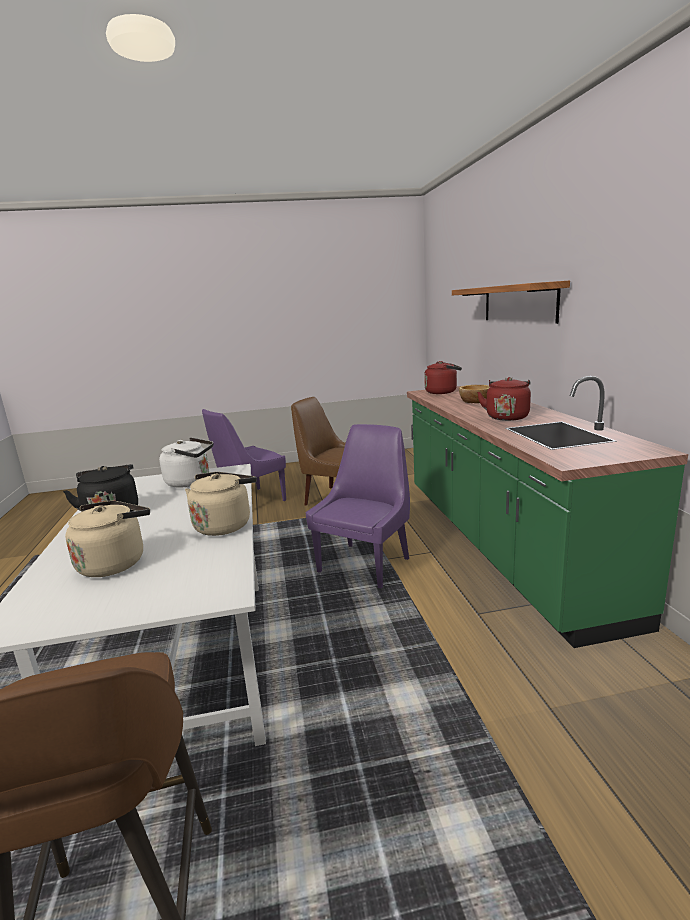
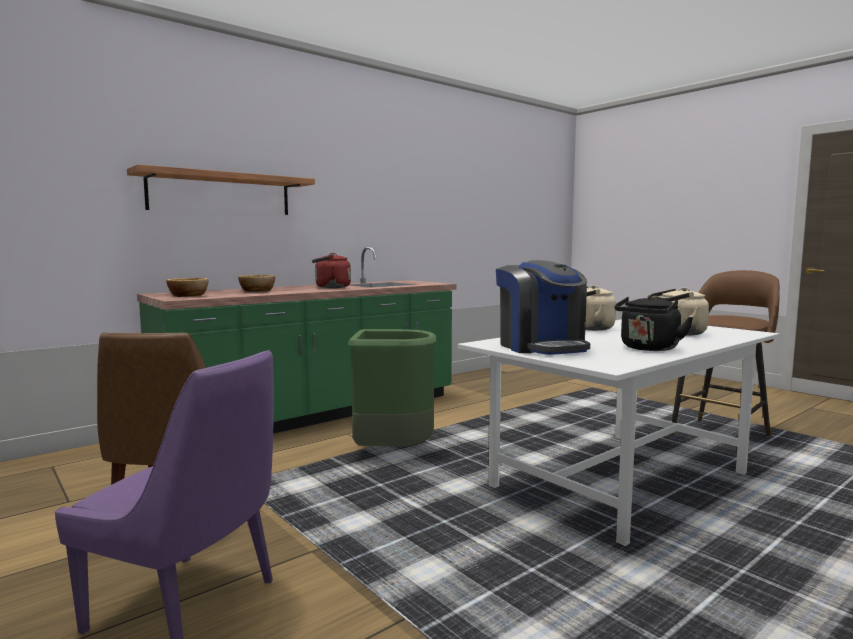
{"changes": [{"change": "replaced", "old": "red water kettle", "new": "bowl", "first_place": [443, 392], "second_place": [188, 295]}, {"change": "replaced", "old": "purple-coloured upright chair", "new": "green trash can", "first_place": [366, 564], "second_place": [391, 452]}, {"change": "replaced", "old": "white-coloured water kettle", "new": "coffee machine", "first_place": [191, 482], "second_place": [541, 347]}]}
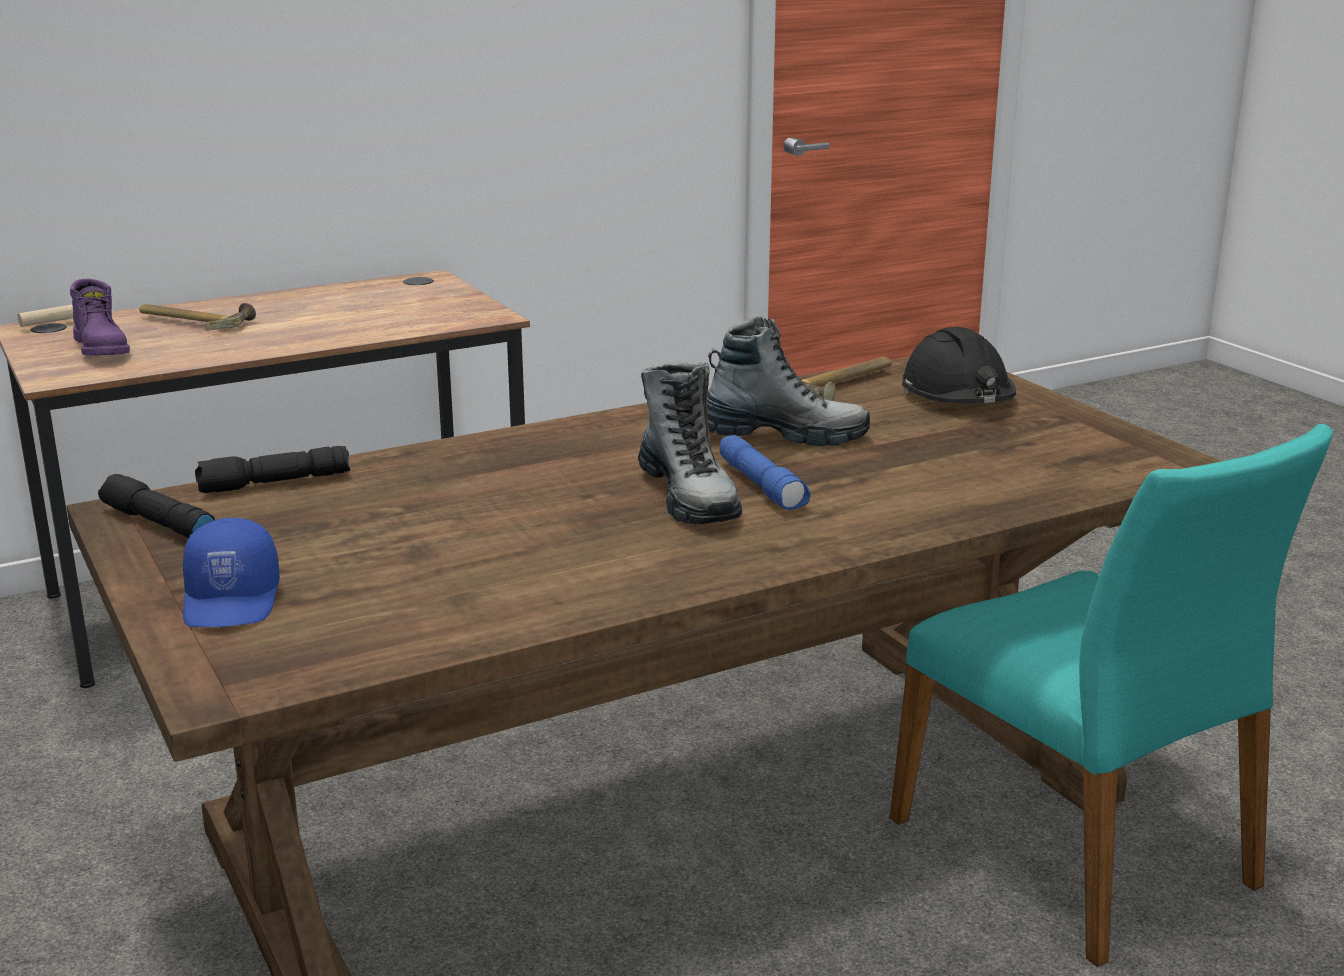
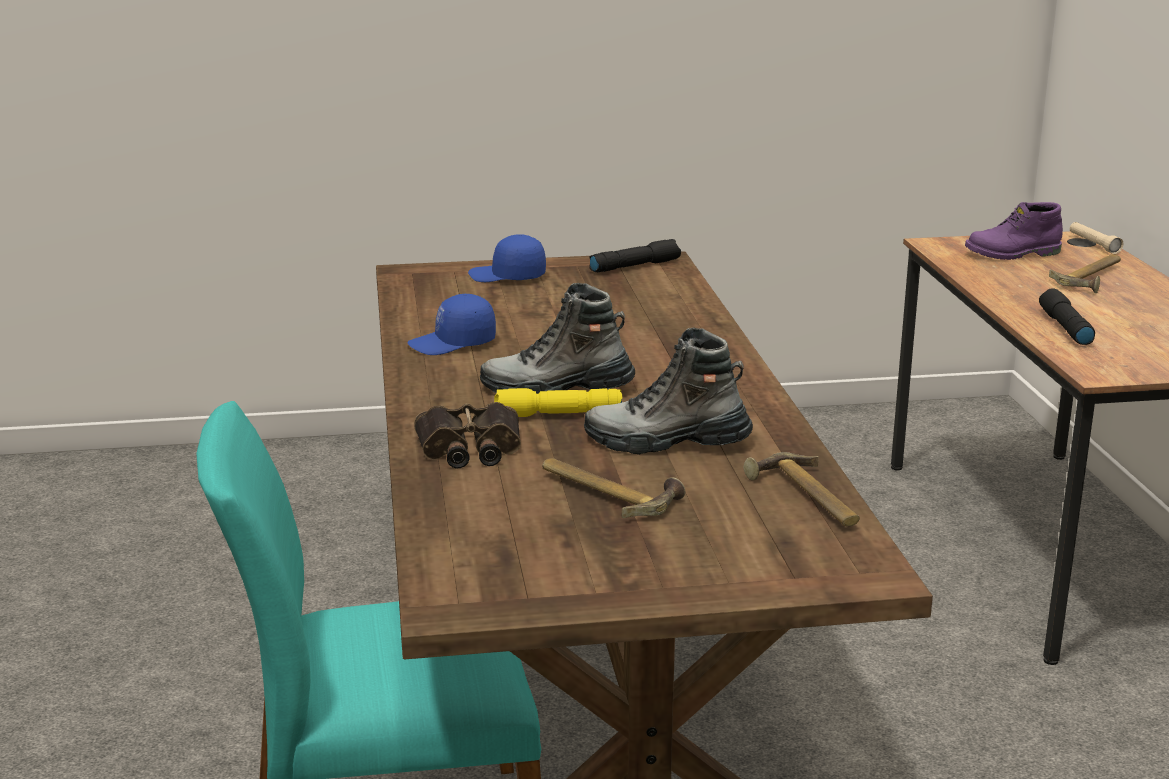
{"changes": [{"change": "added", "new": "blue-coloured peaked cap", "second_place": [453, 344]}, {"change": "added", "new": "field glasses", "second_place": [469, 449]}, {"change": "recoloured", "old": "blue-coloured hand torch", "new": "yellowish hand torch", "first_place": [763, 486], "second_place": [556, 415]}, {"change": "added", "new": "hammer", "second_place": [608, 492]}, {"change": "turned", "old": "boot", "first_place": [782, 436], "second_place": [667, 442], "degrees": 75}, {"change": "moved", "old": "blackish hand torch", "first_place": [273, 484], "second_place": [1064, 328]}, {"change": "removed", "old": "blackish work helmet", "first_place": [958, 395]}]}
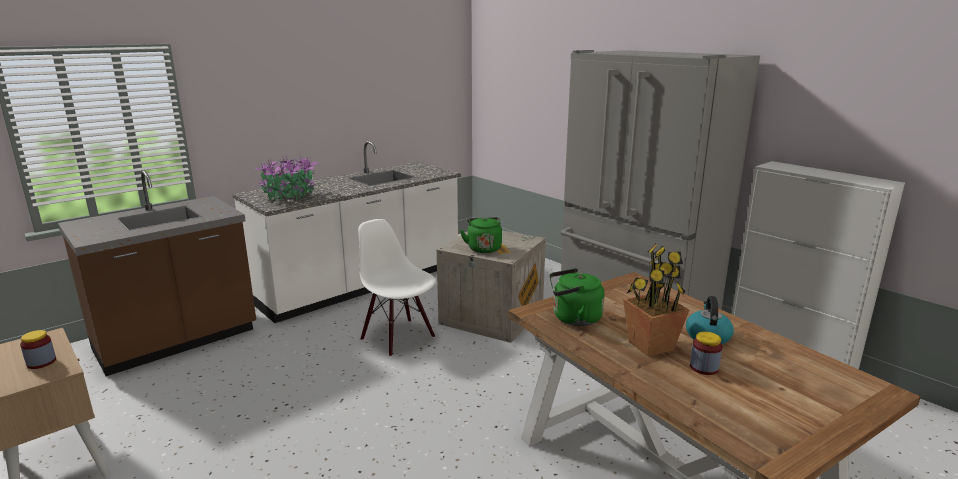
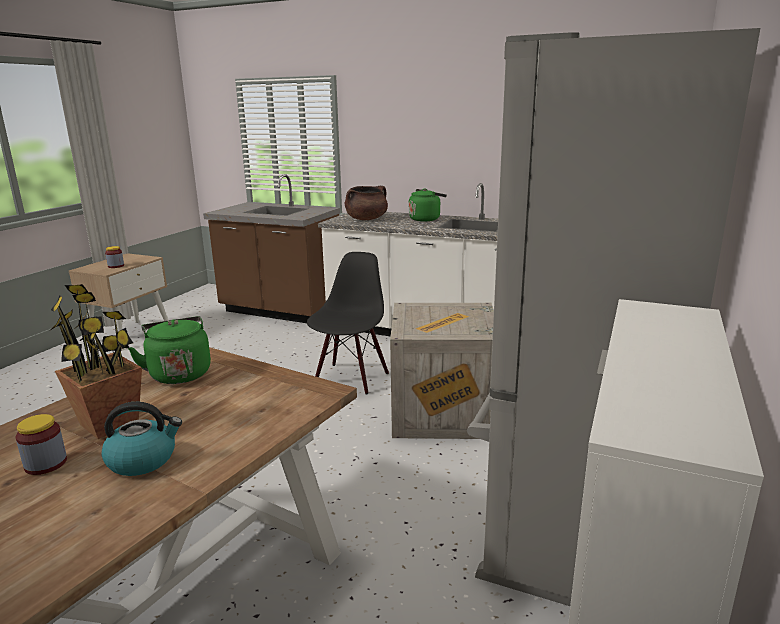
{"changes": [{"change": "recoloured", "old": "white-coloured upright chair", "new": "blackish upright chair", "first_place": [398, 337], "second_place": [350, 378]}, {"change": "replaced", "old": "plant in a pot", "new": "brown-coloured cooking pot", "first_place": [290, 196], "second_place": [366, 219]}, {"change": "moved", "old": "green water kettle", "first_place": [483, 248], "second_place": [426, 219]}]}
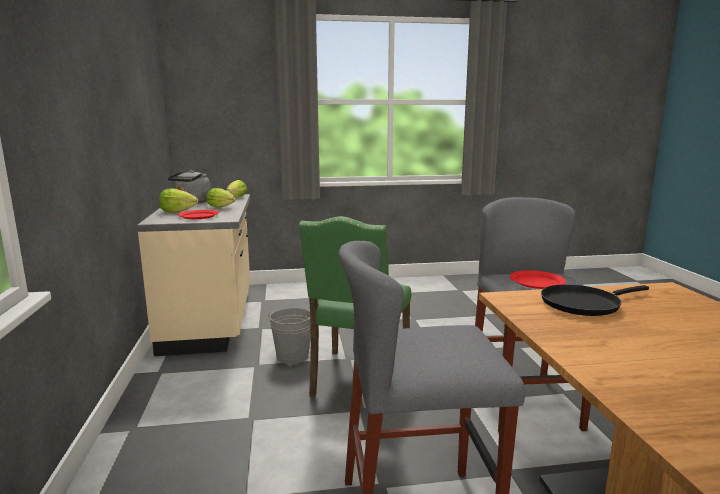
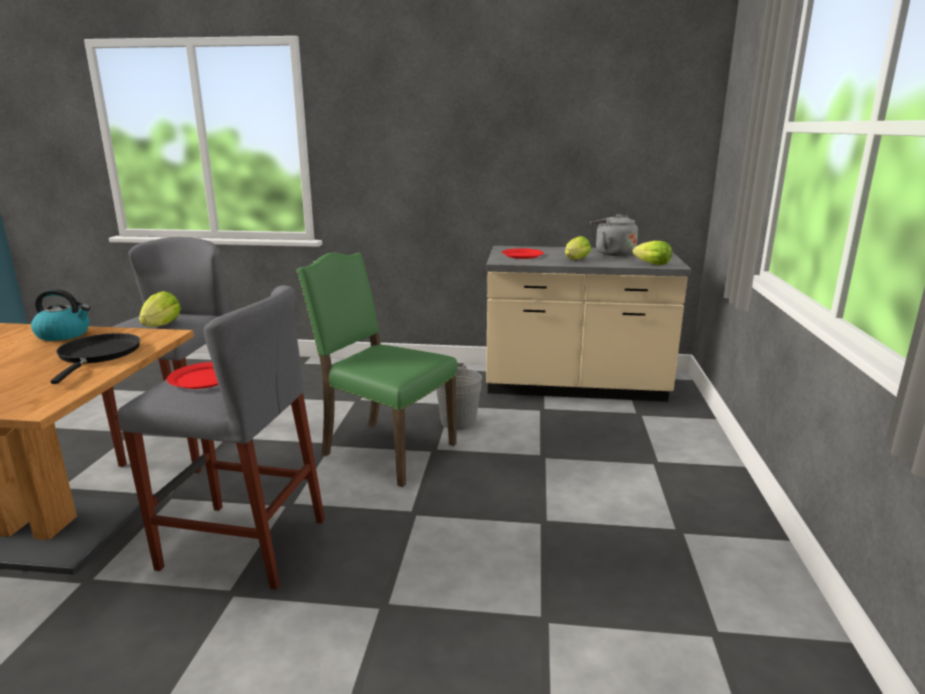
{"changes": [{"change": "added", "new": "water kettle", "second_place": [64, 334]}, {"change": "moved", "old": "lettuce head", "first_place": [177, 211], "second_place": [161, 326]}]}
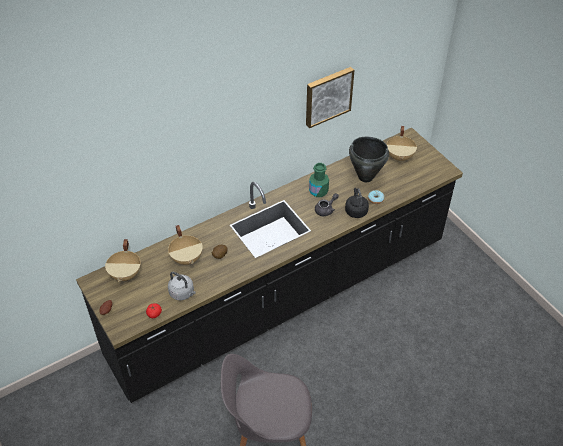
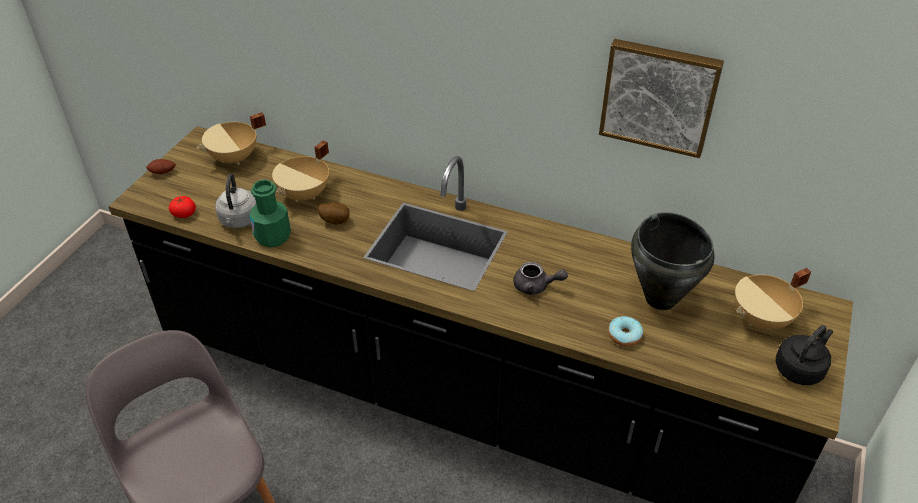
{"changes": [{"change": "moved", "old": "green beverage bottle", "first_place": [318, 191], "second_place": [273, 236]}, {"change": "moved", "old": "blackish water kettle", "first_place": [356, 210], "second_place": [800, 368]}]}
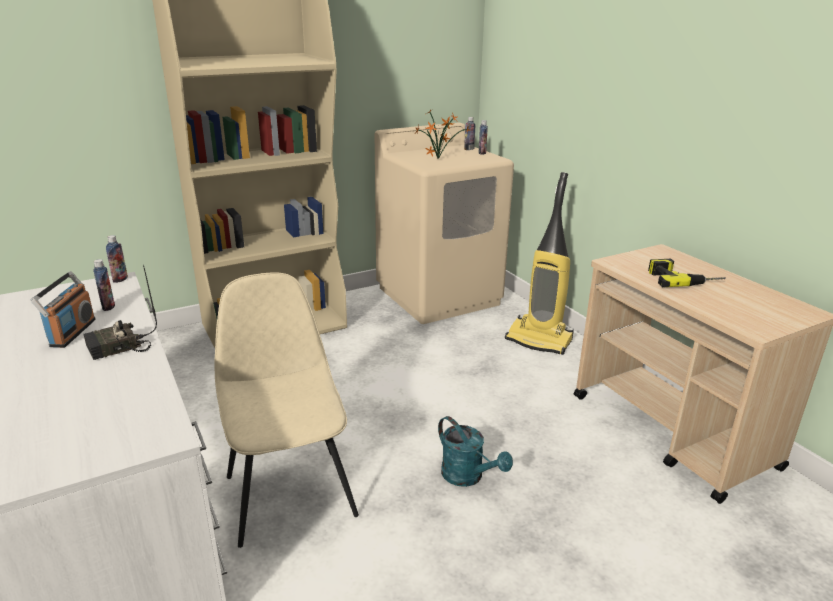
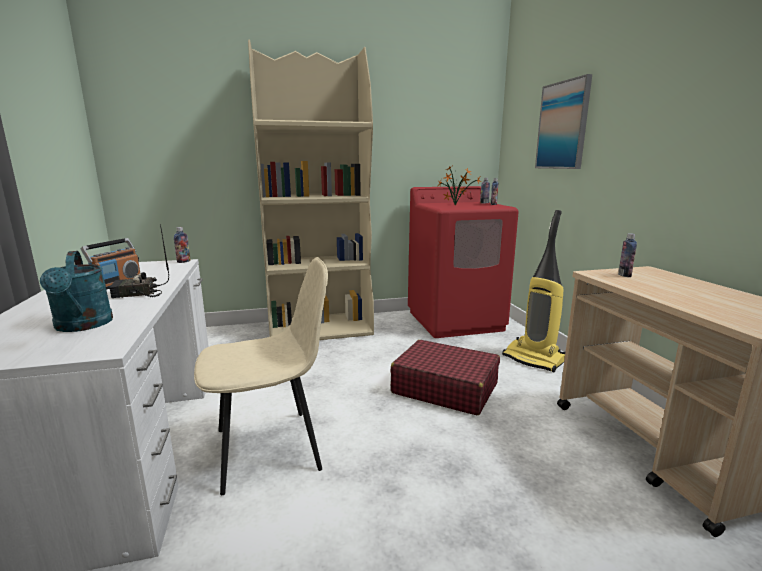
{"changes": [{"change": "moved", "old": "turquoise-coloured sprinkling can", "first_place": [468, 477], "second_place": [83, 326]}, {"change": "turned", "old": "sand-coloured upright chair", "first_place": [290, 493], "second_place": [271, 448], "degrees": 75}, {"change": "added", "new": "red piece of luggage", "second_place": [444, 388]}, {"change": "recoloured", "old": "sand-coloured laundry appliance", "new": "red laundry appliance", "first_place": [439, 295], "second_place": [455, 320]}, {"change": "added", "new": "wall picture", "second_place": [563, 125]}, {"change": "moved", "old": "beverage bottle", "first_place": [108, 306], "second_place": [624, 275]}, {"change": "removed", "old": "electric drill", "first_place": [682, 278]}]}
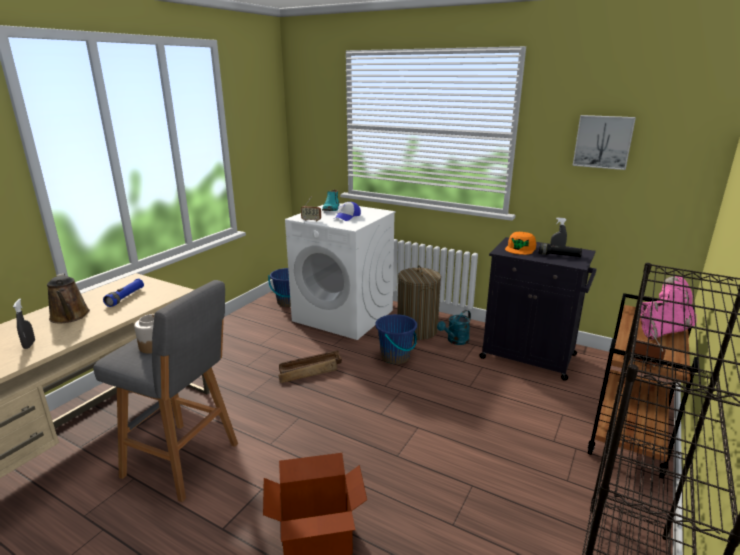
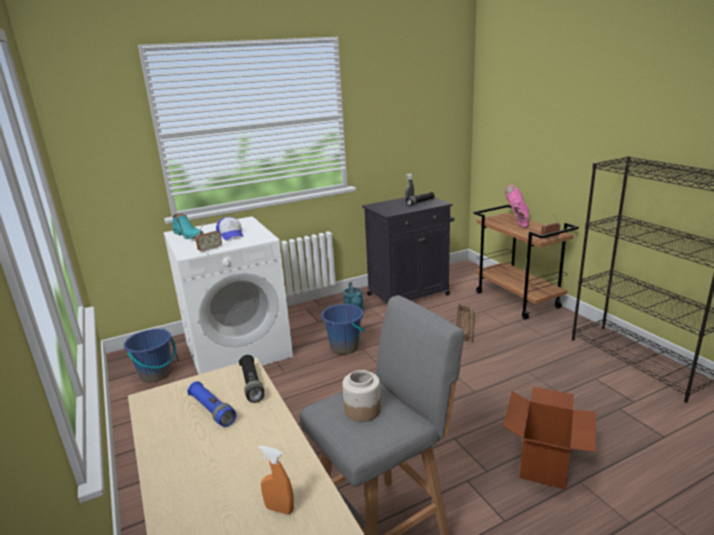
{"changes": [{"change": "added", "new": "blackish hand torch", "second_place": [252, 384]}, {"change": "recoloured", "old": "gray hand sprayer", "new": "orangey hand sprayer", "first_place": [29, 345], "second_place": [279, 509]}, {"change": "moved", "old": "packing crate", "first_place": [311, 371], "second_place": [465, 327]}, {"change": "removed", "old": "brown-coloured sprinkling can", "first_place": [70, 316]}, {"change": "removed", "old": "hamper", "first_place": [417, 330]}, {"change": "removed", "old": "orangey peaked cap", "first_place": [520, 248]}, {"change": "removed", "old": "wall picture", "first_place": [603, 141]}]}
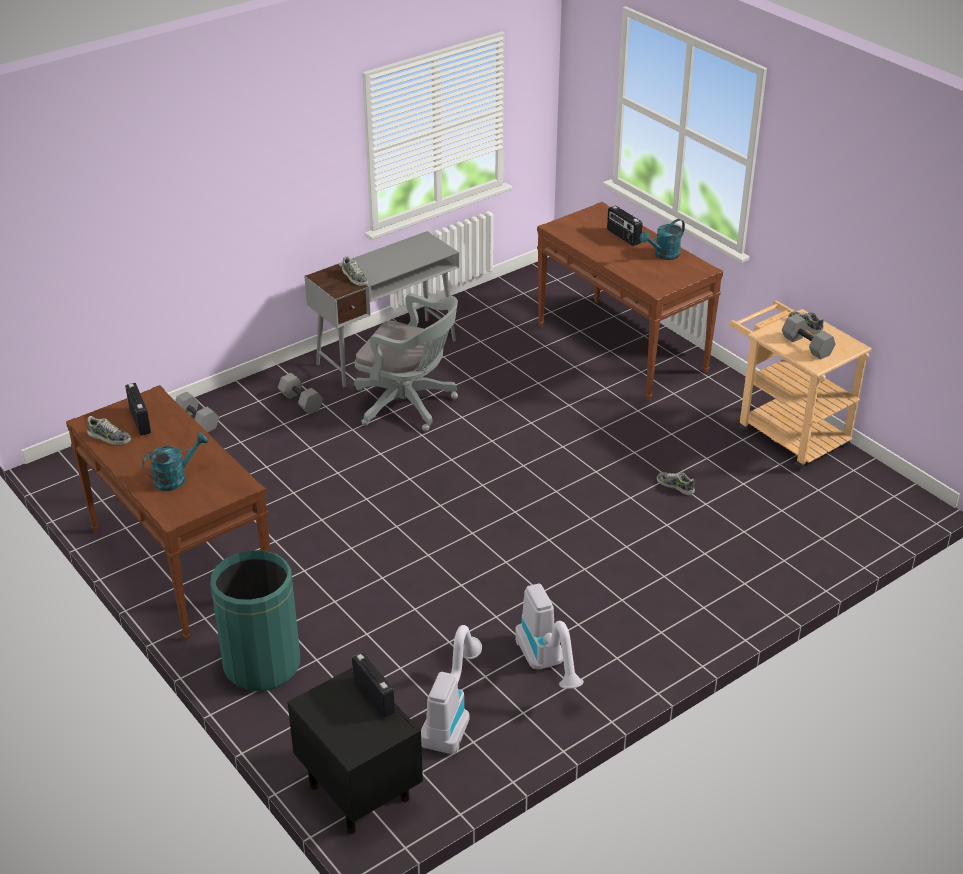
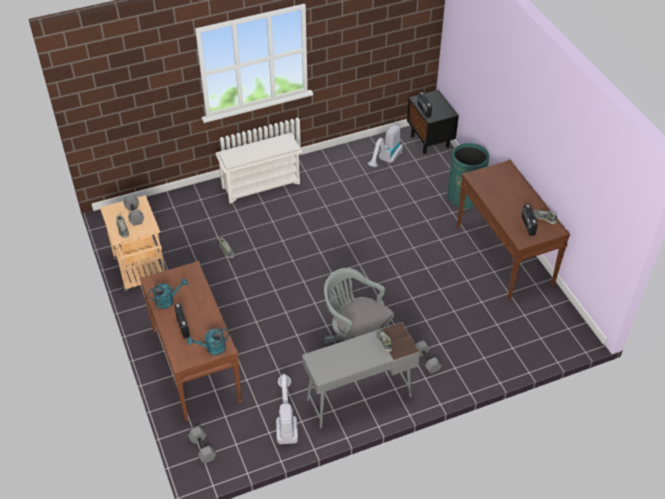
{"changes": [{"change": "moved", "old": "turquoise-coloured sprinkling can", "first_place": [175, 478], "second_place": [212, 349]}, {"change": "moved", "old": "gray hand weight", "first_place": [198, 420], "second_place": [202, 448]}, {"change": "added", "new": "white-coloured shoe shelf", "second_place": [261, 185]}, {"change": "moved", "old": "vacuum cleaner", "first_place": [547, 665], "second_place": [286, 421]}]}
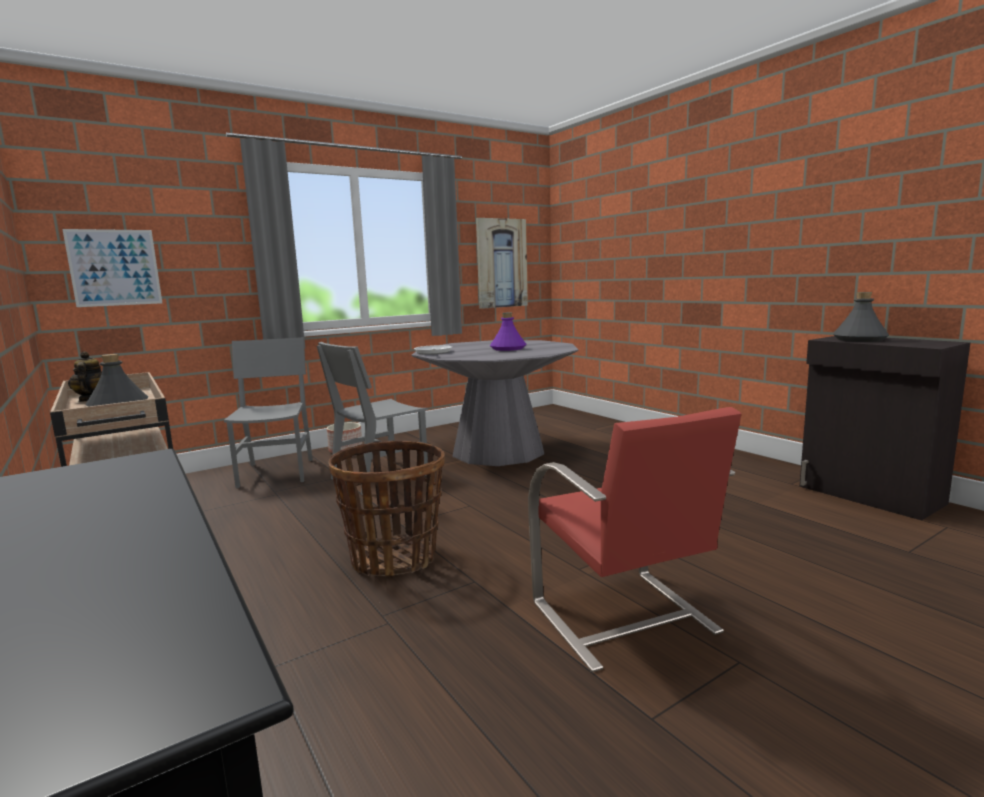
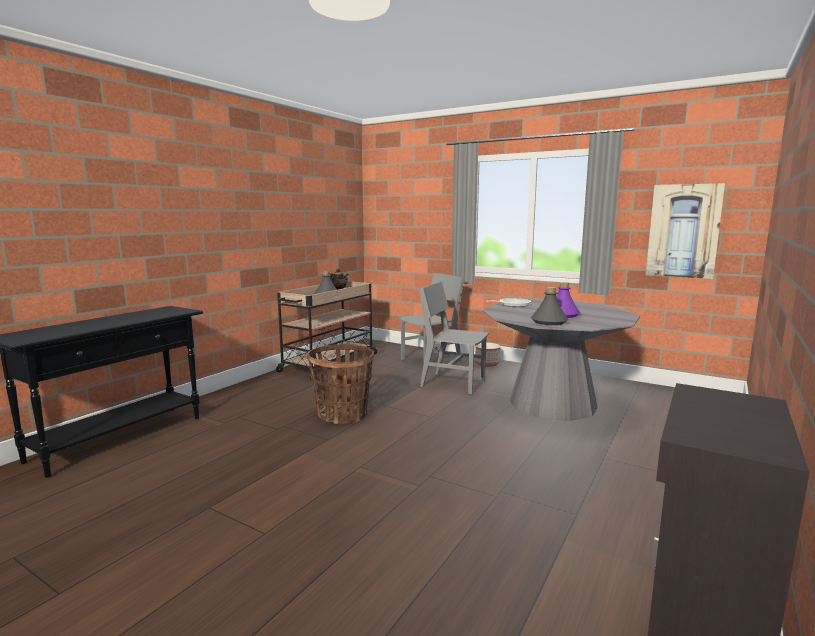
{"changes": [{"change": "moved", "old": "gray beverage bottle", "first_place": [859, 339], "second_place": [548, 322]}, {"change": "removed", "old": "wall picture", "first_place": [114, 267]}, {"change": "removed", "old": "red upright chair", "first_place": [624, 618]}]}
